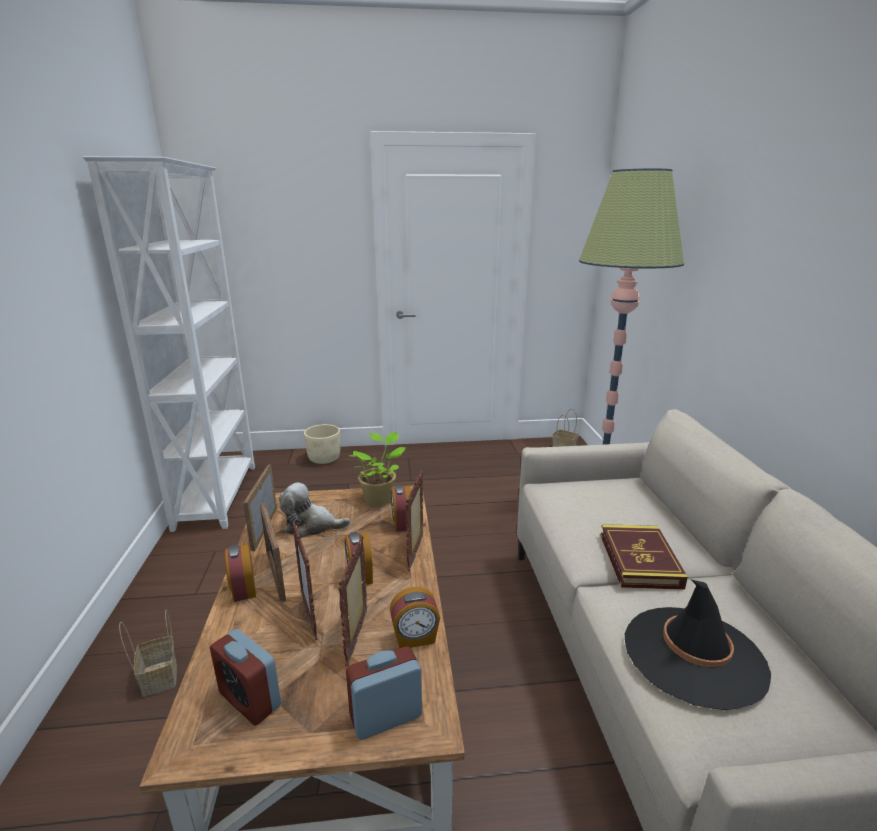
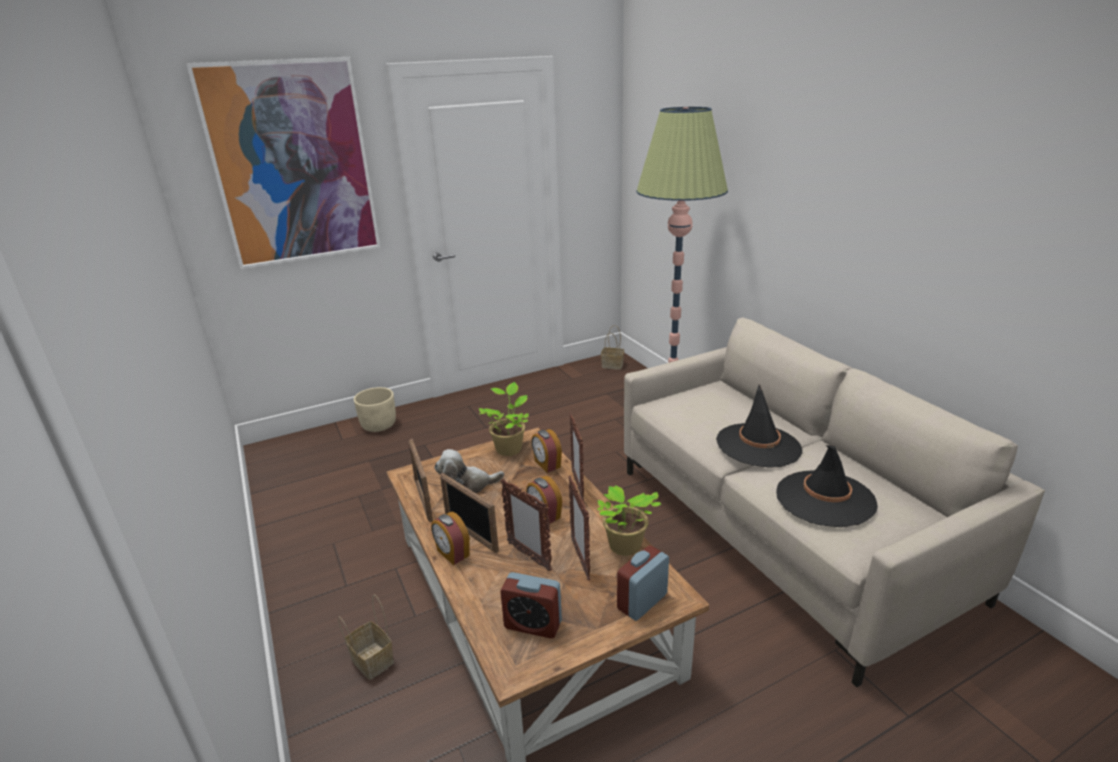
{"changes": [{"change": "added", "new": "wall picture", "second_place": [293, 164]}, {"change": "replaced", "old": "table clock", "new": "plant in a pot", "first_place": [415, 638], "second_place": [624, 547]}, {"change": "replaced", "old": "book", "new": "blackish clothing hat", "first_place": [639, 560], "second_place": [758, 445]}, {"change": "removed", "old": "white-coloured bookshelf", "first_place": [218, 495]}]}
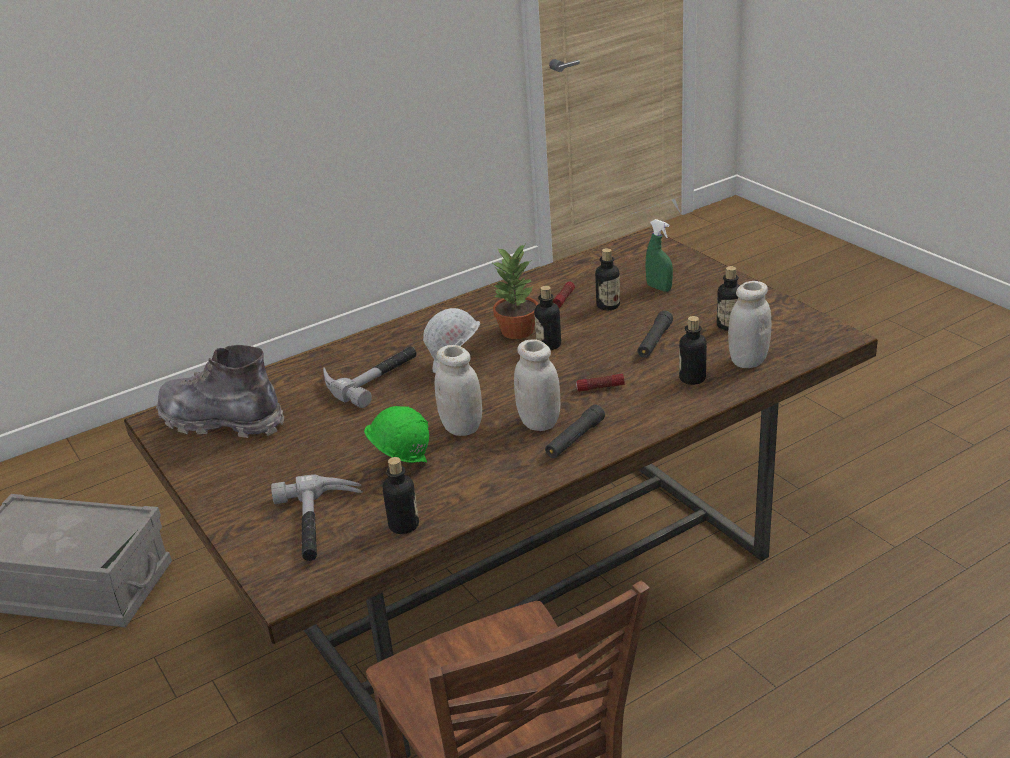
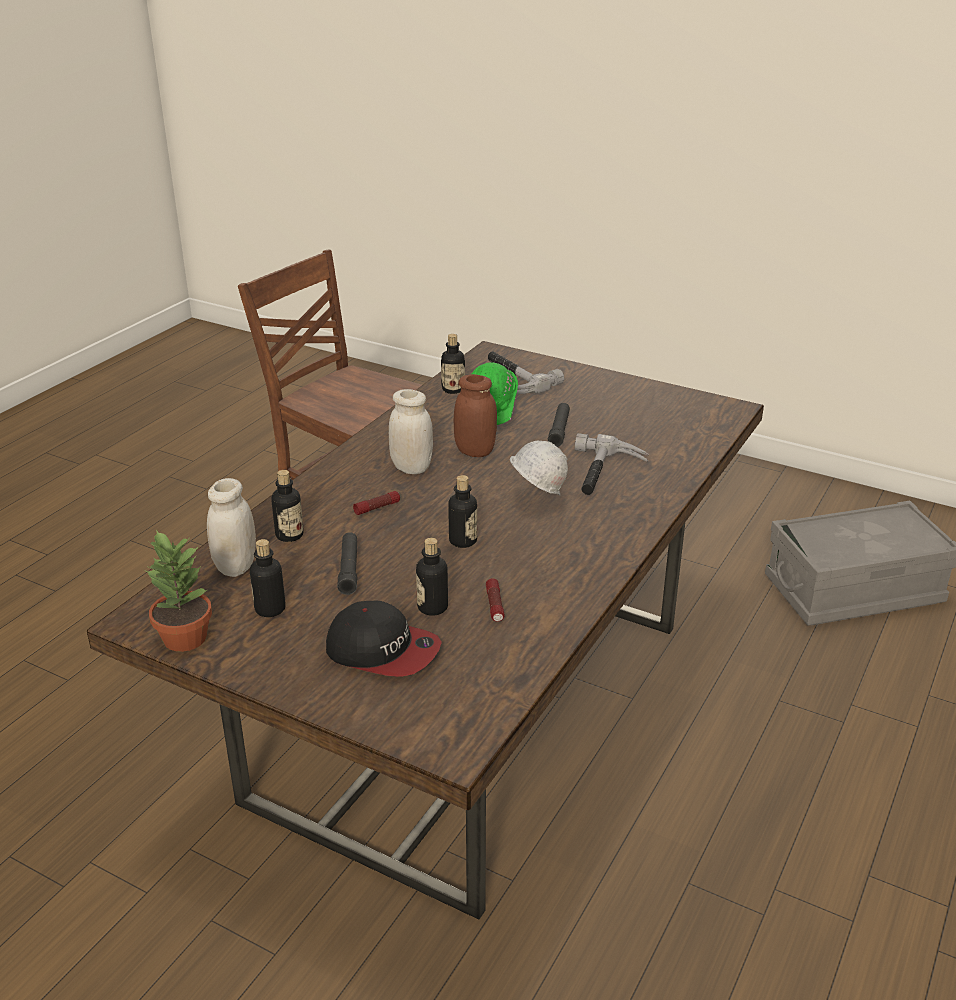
{"changes": [{"change": "moved", "old": "plant in a pot", "first_place": [518, 331], "second_place": [184, 637]}, {"change": "replaced", "old": "green hand sprayer", "new": "peaked cap", "first_place": [659, 288], "second_place": [383, 650]}, {"change": "recoloured", "old": "white-coloured storage jar", "new": "brown-coloured storage jar", "first_place": [461, 427], "second_place": [475, 451]}, {"change": "moved", "old": "blackish hand torch", "first_place": [575, 439], "second_place": [559, 430]}, {"change": "removed", "old": "gray boot", "first_place": [222, 421]}]}
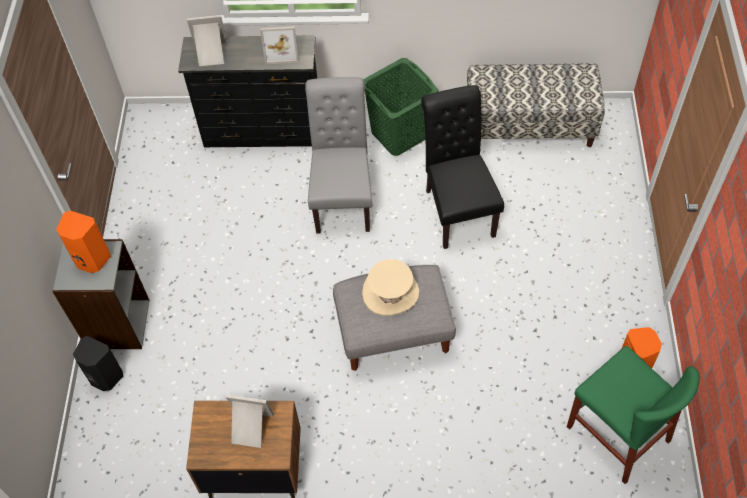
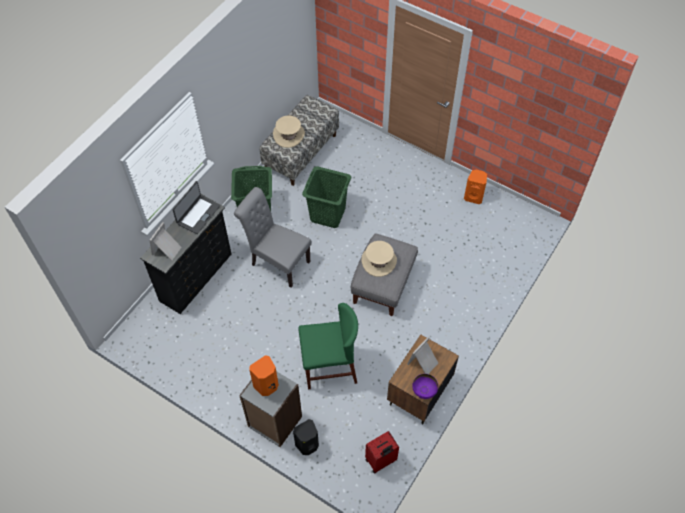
{"changes": [{"change": "replaced", "old": "photo frame", "new": "notebook computer", "first_place": [282, 51], "second_place": [198, 214]}, {"change": "added", "new": "sand-coloured clothing hat", "second_place": [289, 135]}, {"change": "moved", "old": "green upright chair", "first_place": [617, 433], "second_place": [329, 367]}, {"change": "replaced", "old": "blackish upright chair", "new": "green hamper", "first_place": [457, 209], "second_place": [327, 214]}, {"change": "added", "new": "red piece of luggage", "second_place": [381, 461]}, {"change": "added", "new": "purple-coloured bowl", "second_place": [424, 391]}]}
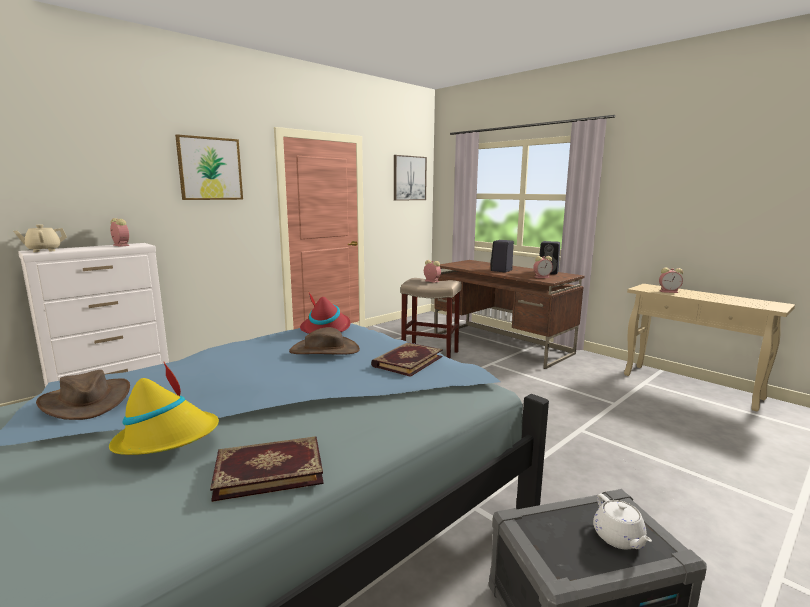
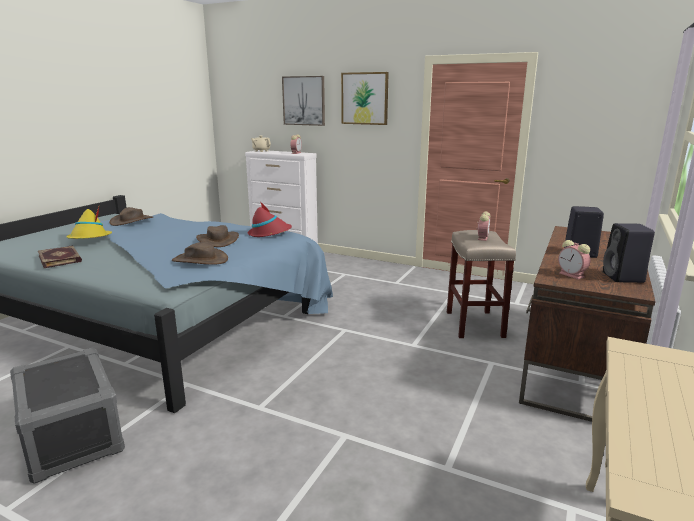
{"changes": [{"change": "replaced", "old": "book", "new": "brown-coloured clothing hat", "first_place": [407, 361], "second_place": [200, 260]}, {"change": "moved", "old": "wall picture", "first_place": [409, 178], "second_place": [304, 101]}, {"change": "removed", "old": "white-coloured teapot", "first_place": [619, 538]}, {"change": "removed", "old": "table clock", "first_place": [669, 291]}]}
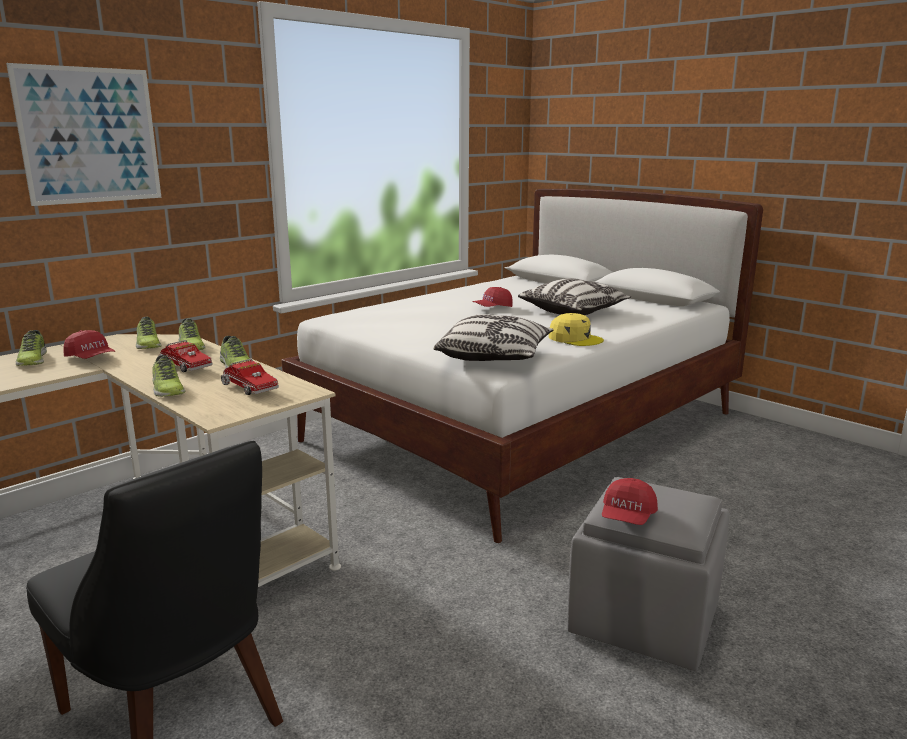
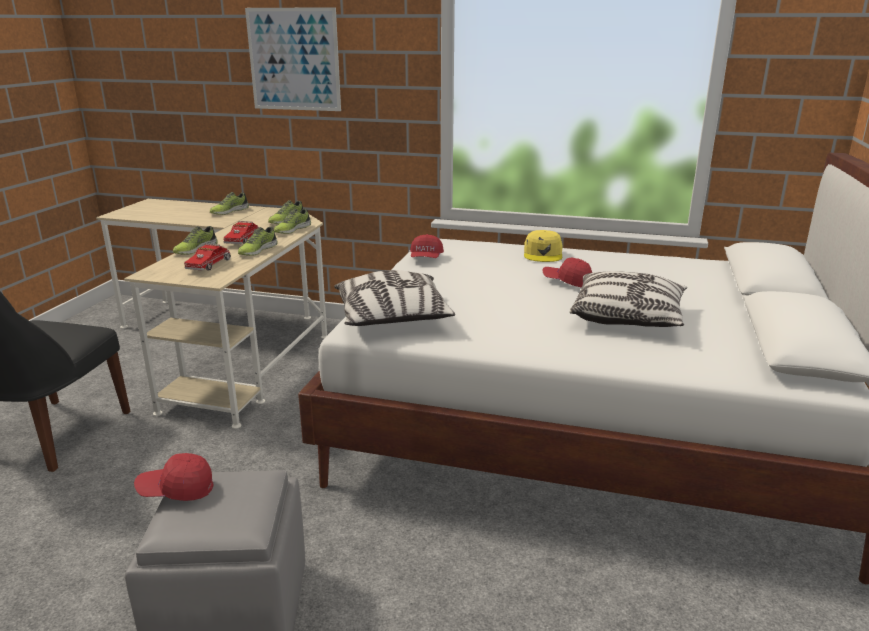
{"changes": [{"change": "moved", "old": "red peaked cap", "first_place": [91, 358], "second_place": [426, 258]}, {"change": "moved", "old": "yellowish peaked cap", "first_place": [575, 338], "second_place": [543, 254]}]}
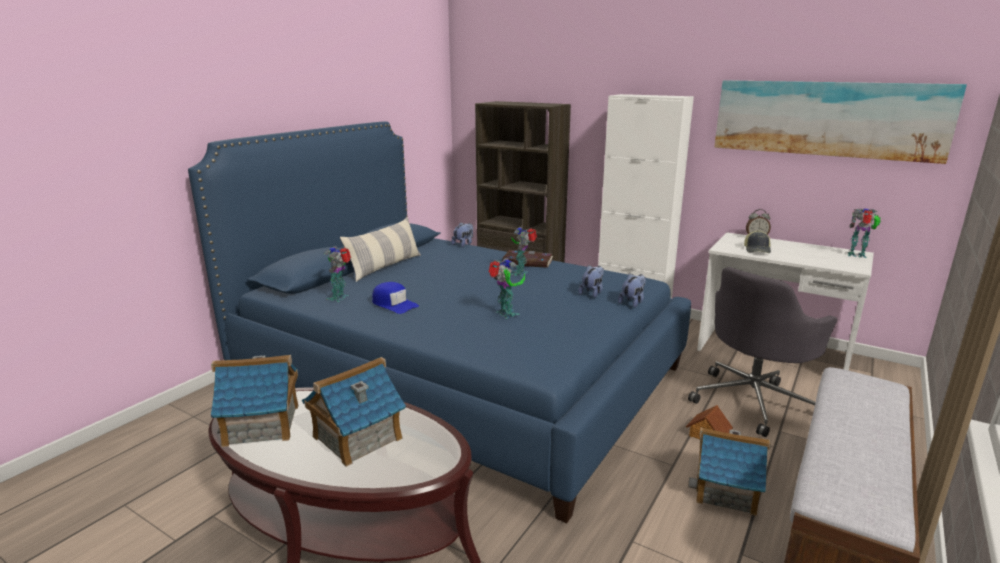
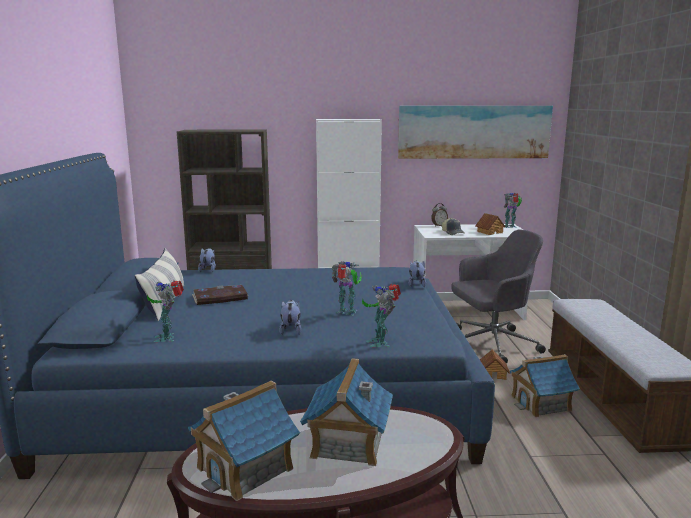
{"changes": [{"change": "moved", "old": "book", "first_place": [527, 262], "second_place": [220, 298]}, {"change": "moved", "old": "soft toy", "first_place": [592, 293], "second_place": [291, 330]}, {"change": "moved", "old": "robot figure", "first_place": [521, 273], "second_place": [380, 342]}, {"change": "turned", "old": "gray office chair", "first_place": [753, 401], "second_place": [491, 344], "degrees": -120}, {"change": "added", "new": "toy house", "second_place": [489, 232]}, {"change": "removed", "old": "blue-coloured peaked cap", "first_place": [394, 304]}]}
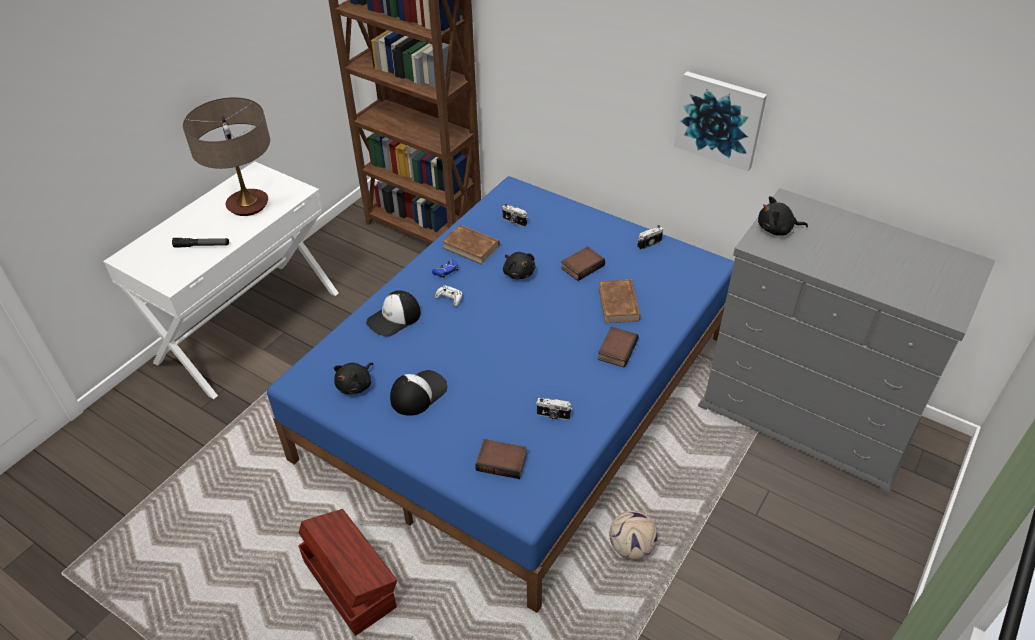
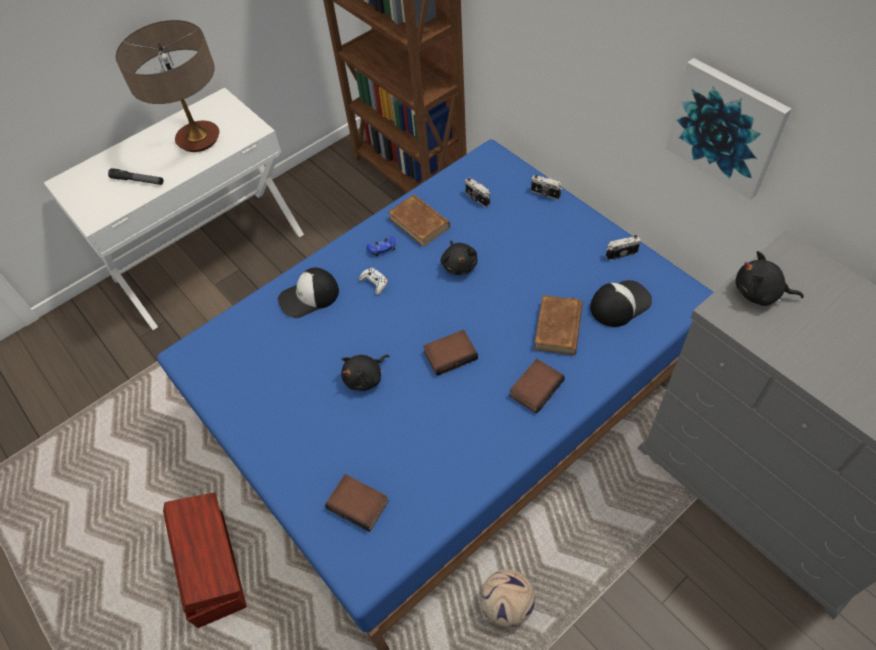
{"changes": [{"change": "moved", "old": "blackish soft toy", "first_place": [356, 385], "second_place": [365, 377]}, {"change": "moved", "old": "book", "first_place": [582, 266], "second_place": [450, 354]}, {"change": "moved", "old": "photo camera", "first_place": [553, 415], "second_place": [545, 194]}, {"change": "moved", "old": "peaked cap", "first_place": [418, 393], "second_place": [619, 303]}]}
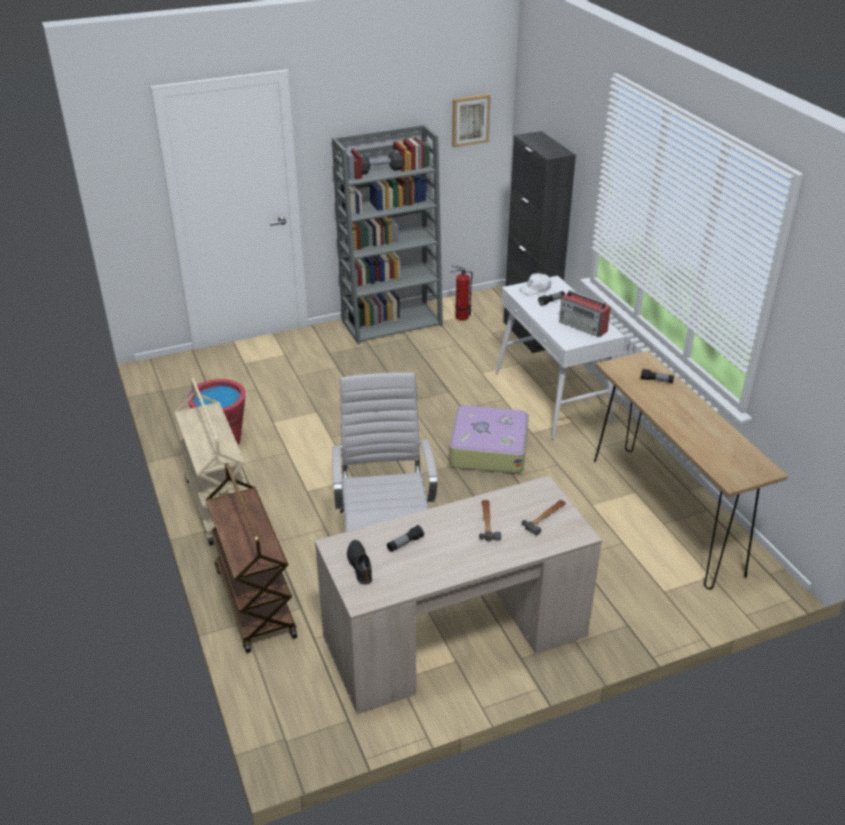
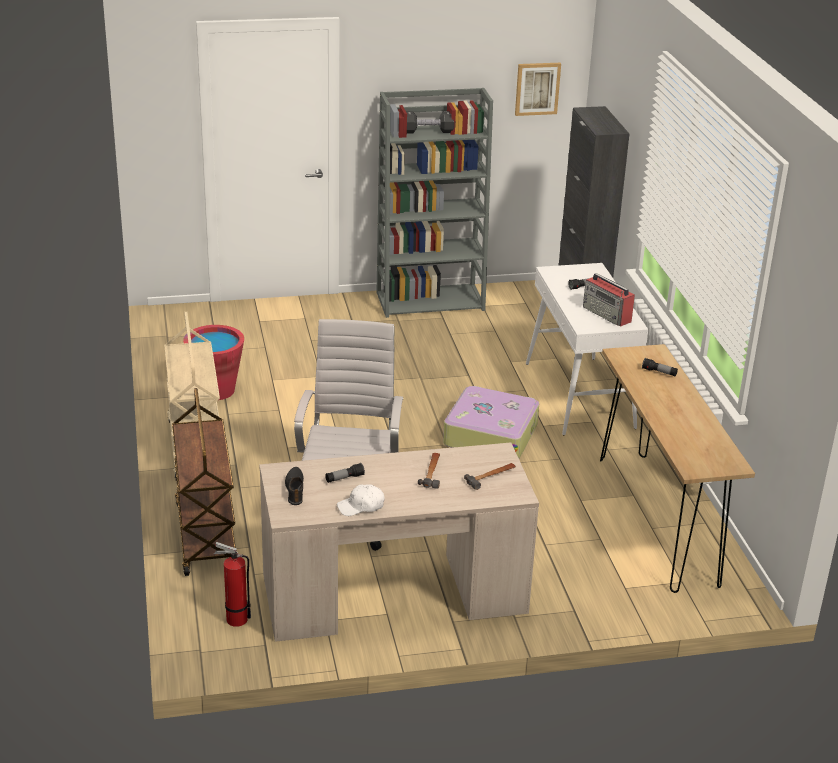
{"changes": [{"change": "moved", "old": "extinguisher", "first_place": [460, 317], "second_place": [234, 619]}, {"change": "moved", "old": "white-coloured peaked cap", "first_place": [535, 289], "second_place": [361, 506]}]}
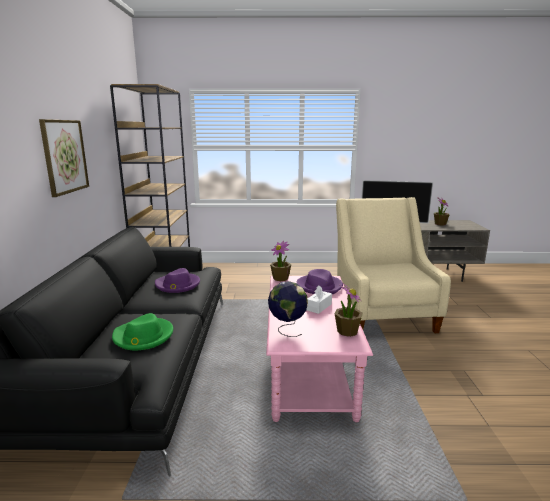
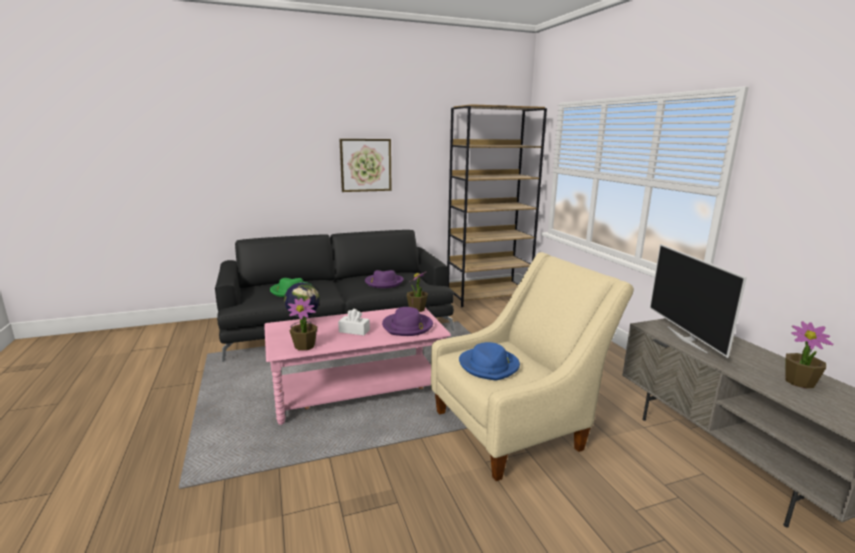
{"changes": [{"change": "added", "new": "blue-coloured clothing hat", "second_place": [489, 366]}]}
